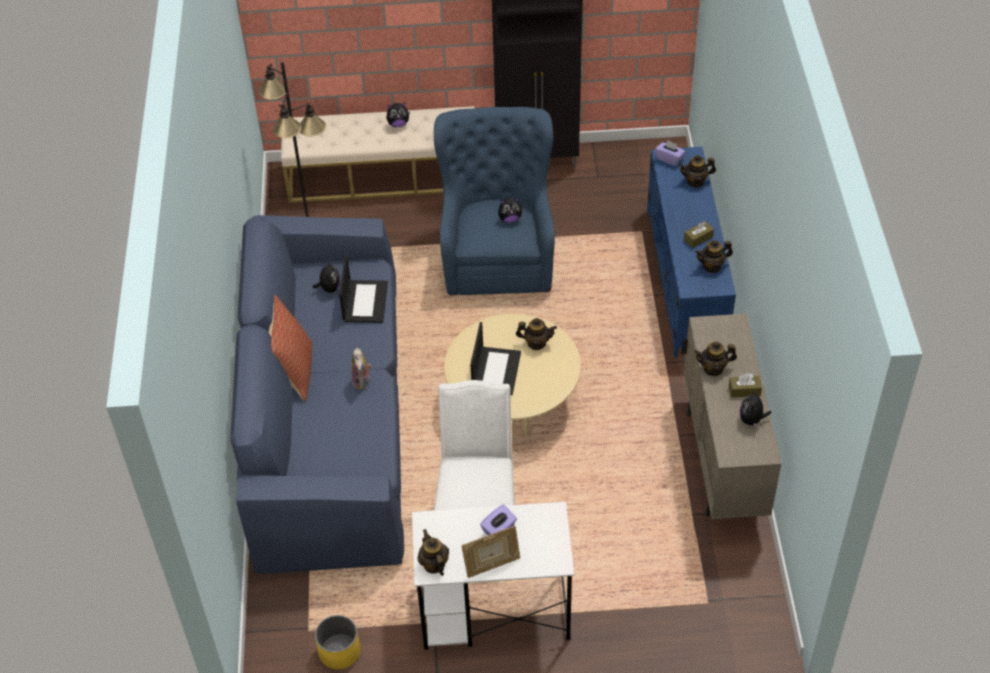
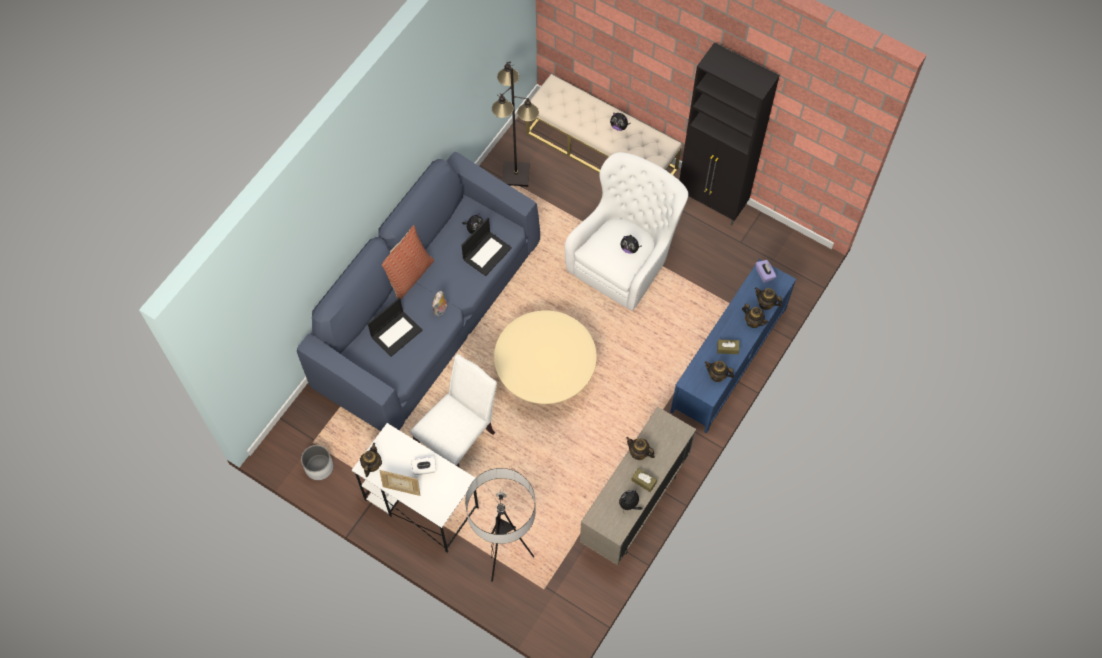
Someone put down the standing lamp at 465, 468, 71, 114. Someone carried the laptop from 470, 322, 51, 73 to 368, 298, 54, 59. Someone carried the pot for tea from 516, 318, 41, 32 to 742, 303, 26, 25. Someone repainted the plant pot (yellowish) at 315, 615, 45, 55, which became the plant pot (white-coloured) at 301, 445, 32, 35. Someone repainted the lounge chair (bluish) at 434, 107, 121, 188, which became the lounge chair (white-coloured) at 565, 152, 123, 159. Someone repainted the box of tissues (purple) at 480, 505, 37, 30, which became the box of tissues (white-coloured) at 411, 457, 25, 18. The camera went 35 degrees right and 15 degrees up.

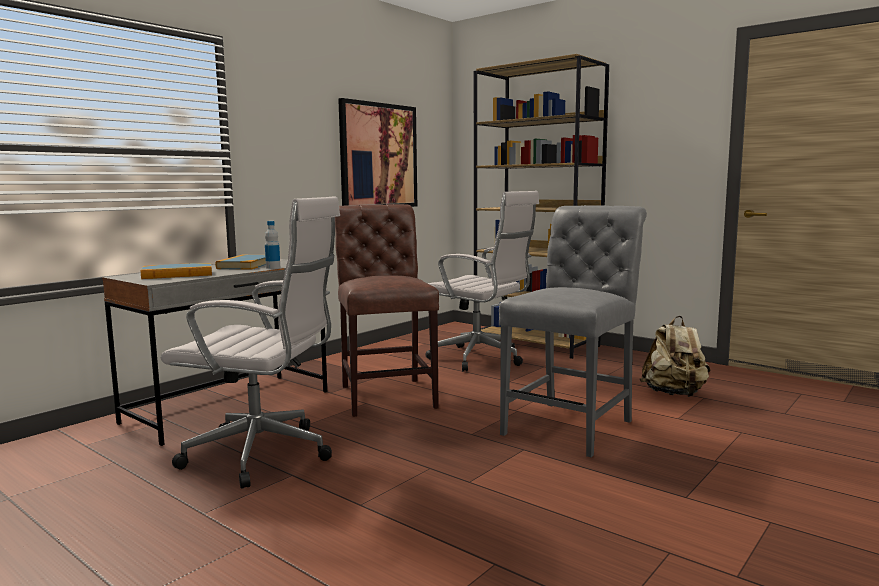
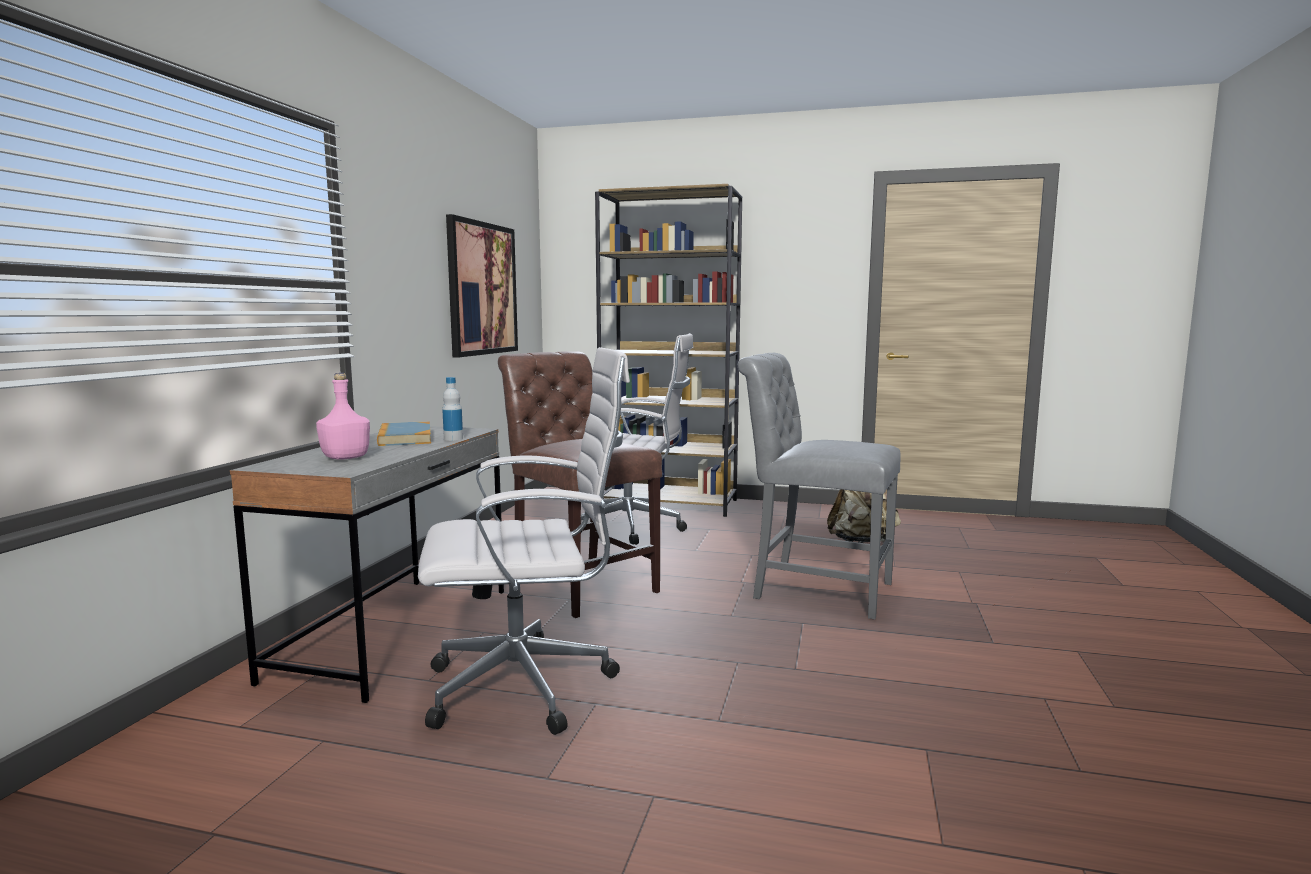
Someone swapped the book at 140, 263, 72, 16 for the drink bottle (pink) at 316, 373, 54, 87. Someone rotated the chair (grey) at 499, 205, 148, 252 by 75 degrees counterclockwise. The camera went 25 degrees left and 0 degrees up.

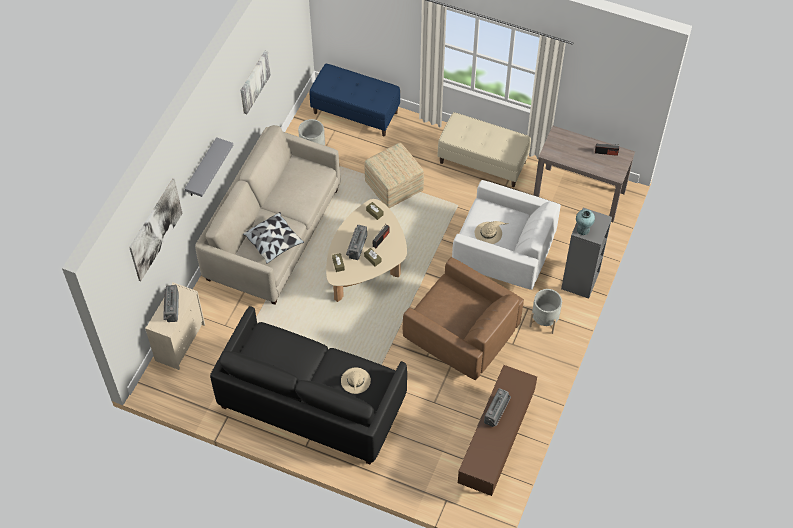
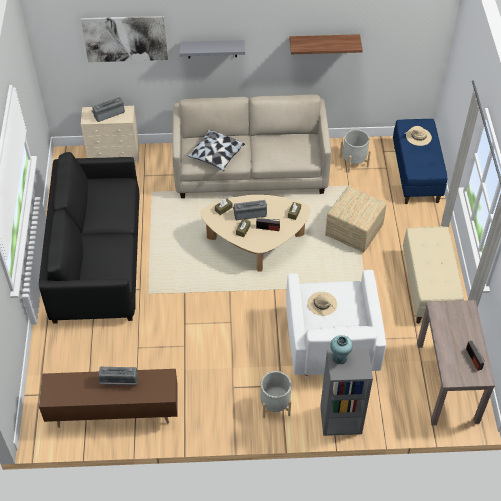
Someone took away the lounge chair (brownish) at 403, 257, 121, 123. Someone carried the hat (sand-coloured) from 341, 368, 30, 26 to 404, 126, 28, 20. Someone swapped the wall picture at 240, 51, 31, 63 for the wall shelf at 289, 34, 74, 20. The camera went 65 degrees right and 5 degrees down.

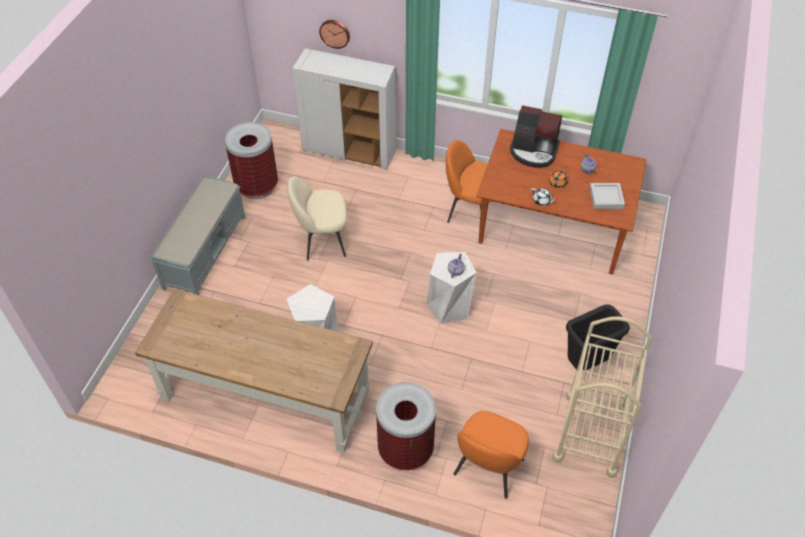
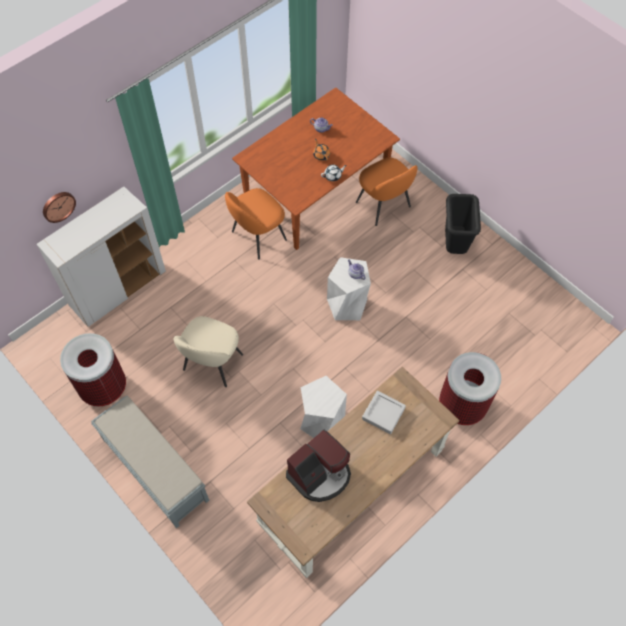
Someone took away the trolley (sand-coloured) at 552, 316, 100, 162. Someone carried the chair (orange-coloured) from 453, 411, 76, 88 to 356, 157, 61, 69. Someone carried the coffee maker from 510, 105, 52, 63 to 286, 430, 65, 72. Someone carried the serving tray (grey) from 590, 183, 35, 26 to 362, 391, 44, 43. The camera went 60 degrees left and 10 degrees up.

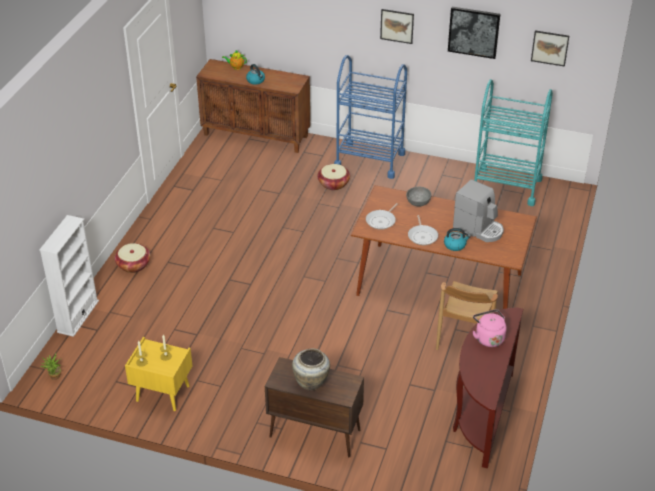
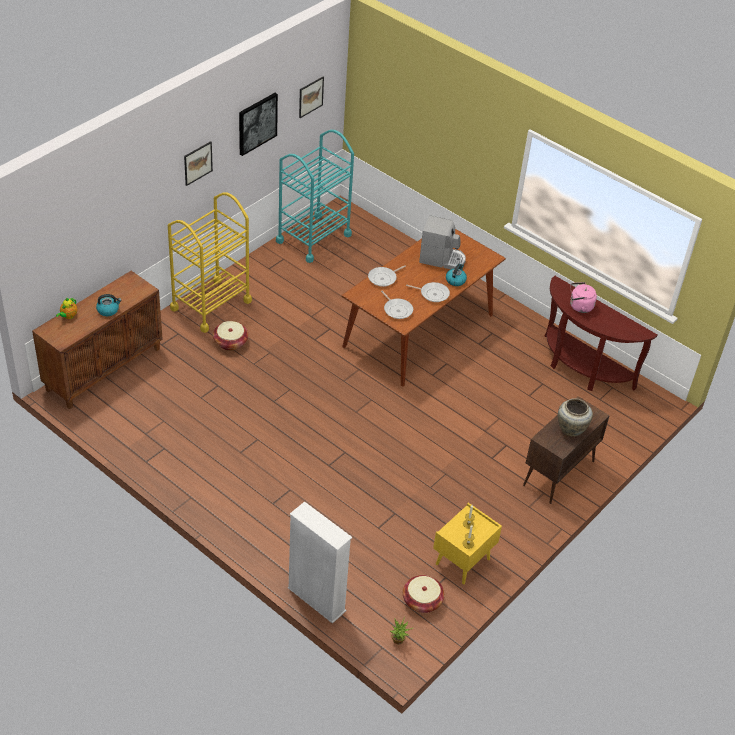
Someone took away the chair (brownish) at 436, 281, 62, 69. Someone carried the basket from 114, 243, 37, 30 to 403, 575, 42, 38. Someone swapped the deep dish (grey) at 406, 187, 25, 20 for the skillet at 368, 265, 38, 22. Someone repainted the trolley (bluish) at 334, 55, 73, 124, which became the trolley (yellowish) at 168, 192, 84, 141. Someone rotated the coffee maker at 453, 179, 51, 63 by 45 degrees clockwise. The camera went 70 degrees left and 5 degrees up.

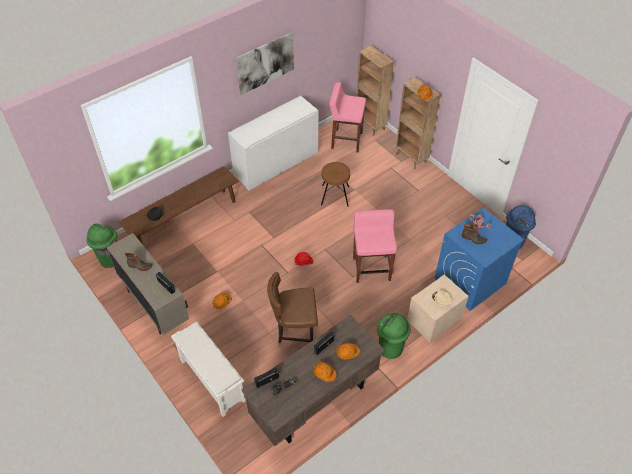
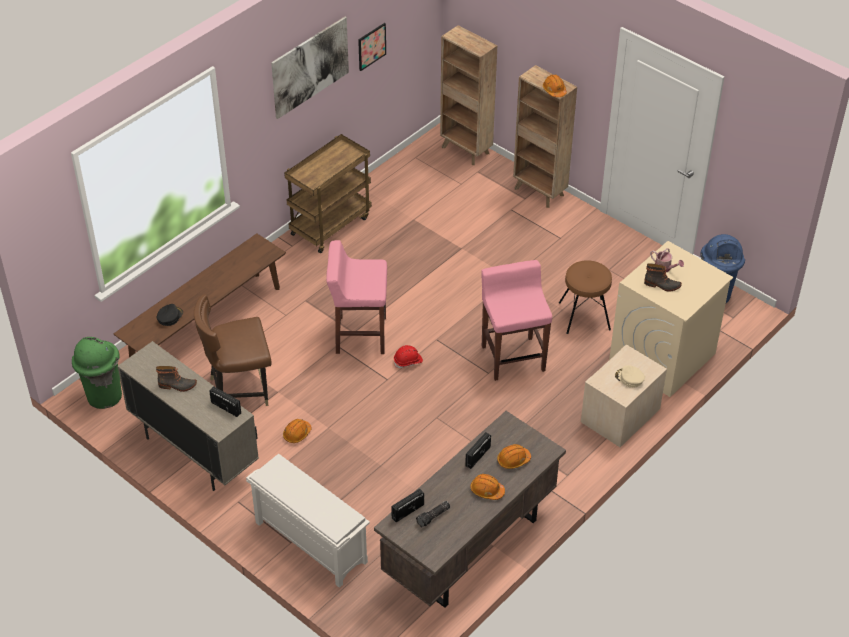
Someone took away the waste bin (green-coloured) at 377, 313, 34, 46. Someone put up the wall picture at 358, 23, 28, 48. Someone carried the chair (brownish) from 267, 272, 51, 75 to 194, 294, 78, 112. Someone carried the stool seat (brownish) from 321, 162, 29, 45 to 559, 260, 53, 74. Someone carried the stool seat (pink) from 329, 82, 37, 70 to 326, 240, 61, 114. Someone swapped the cupboard (white-coloured) at 228, 96, 90, 95 for the trolley (brownish) at 284, 134, 88, 119. Someone repainted the laundry appliance (bluish) at 435, 207, 89, 104, which became the laundry appliance (sand-coloured) at 609, 241, 124, 156. The camera went 10 degrees left and 5 degrees down.

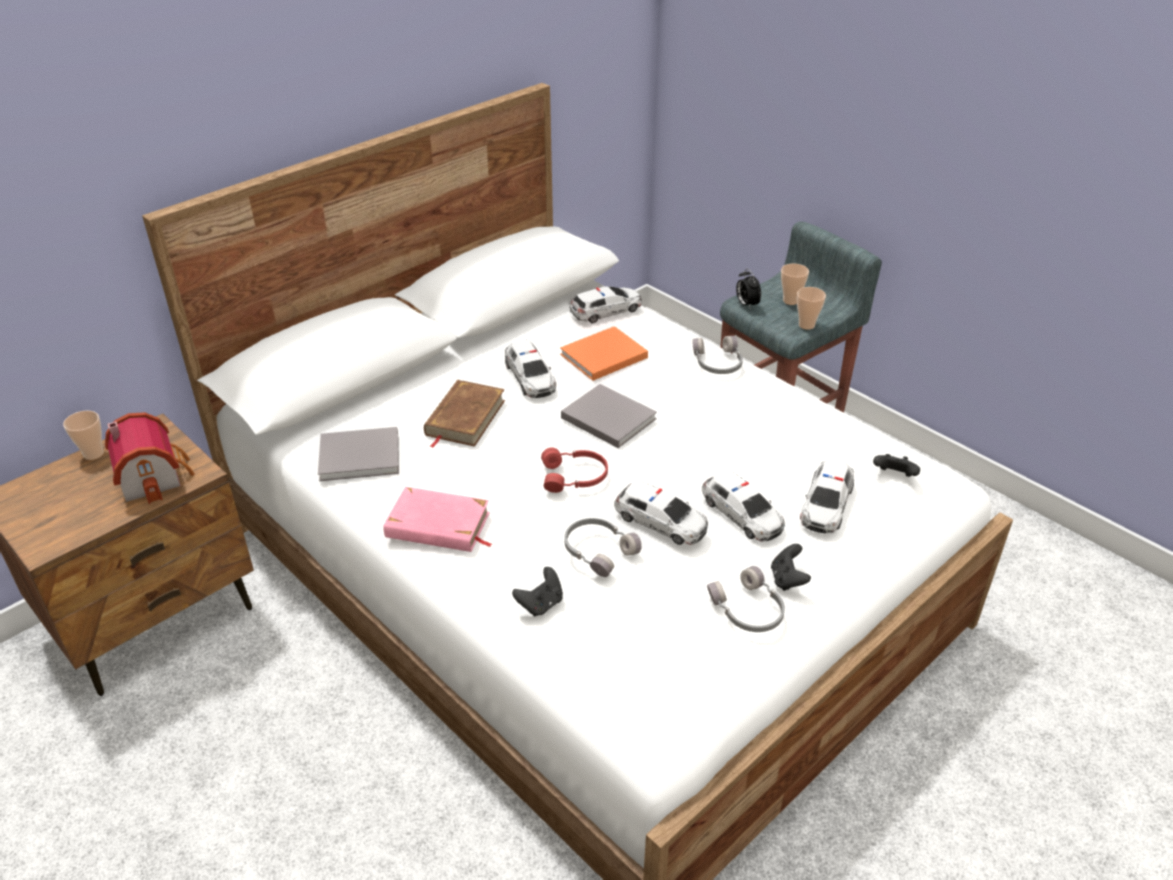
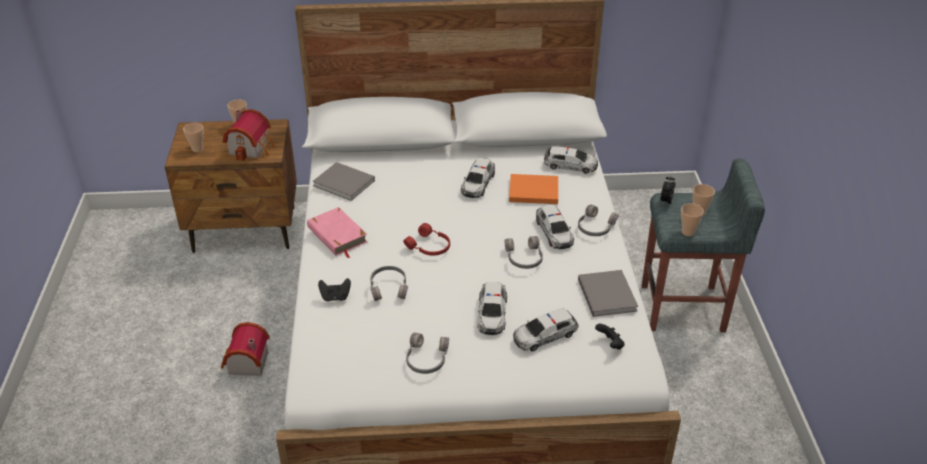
Someone took away the book (brownish) at 424, 380, 81, 68. Someone took away the joypad (black-coloured) at 771, 544, 40, 47. Someone put down the drinking cup at 183, 123, 21, 29. Someone put down the toy house at 221, 322, 49, 54. Someone put down the headset (grey) at 505, 236, 38, 33. Someone carried the book (grey) from 561, 384, 96, 64 to 578, 270, 60, 47. Someone carried the miniature car from 614, 480, 94, 65 to 536, 205, 38, 44. The camera went 40 degrees right and 0 degrees up.

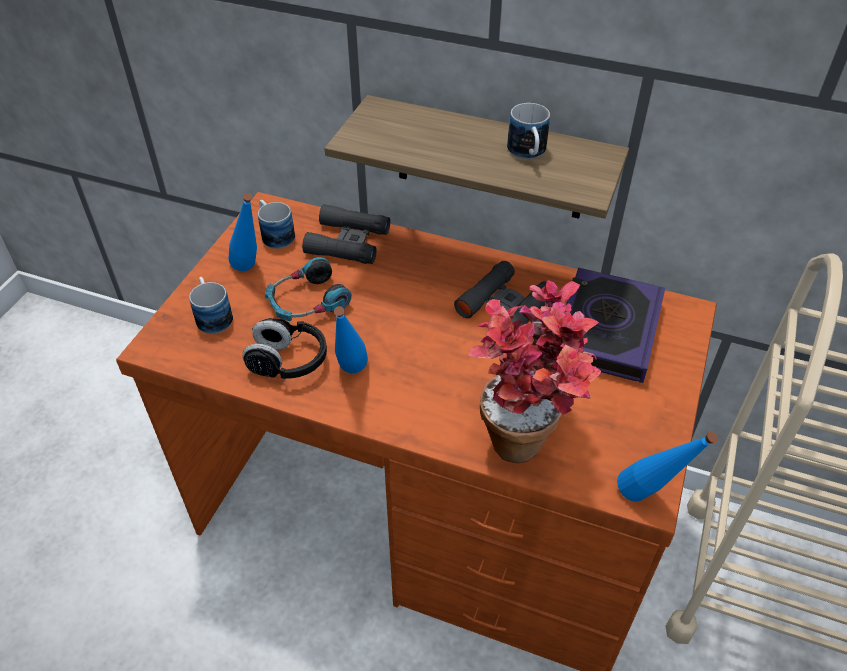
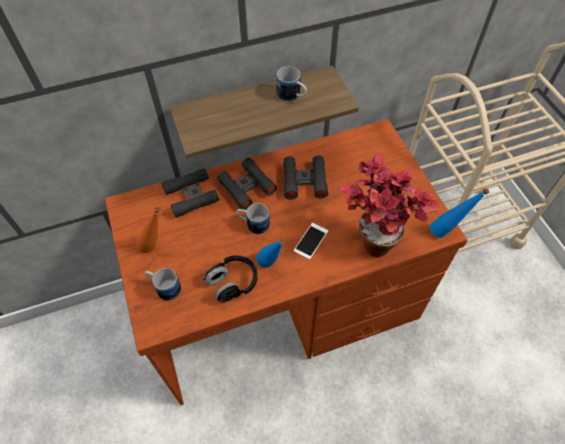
Someone took away the headset at 265, 257, 87, 64. Someone took away the book at 566, 268, 99, 115. Someone put down the pair of binoculars (black-coloured) at 217, 158, 60, 52. Someone put down the telephone at 294, 223, 34, 36. Someone carried the tea mug from 258, 200, 37, 49 to 236, 203, 34, 31. Someone repainted the drink bottle (bluish) at 229, 193, 28, 78, which became the drink bottle (orange-coloured) at 136, 207, 25, 46. The camera went 40 degrees left and 10 degrees up.

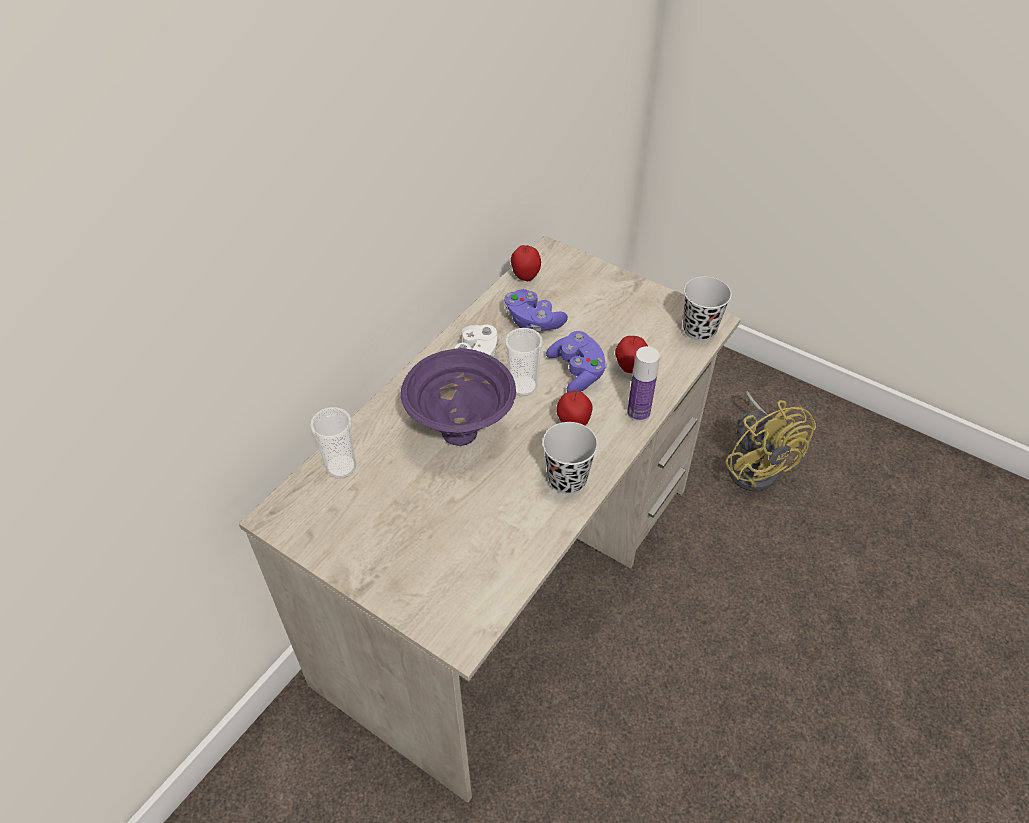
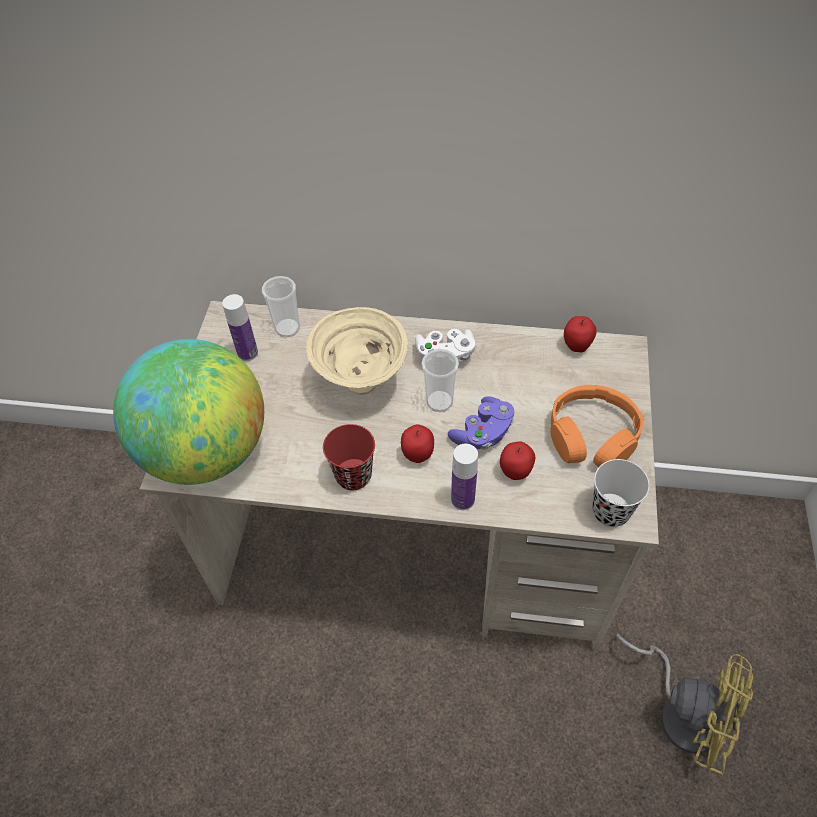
Someone took away the joypad (purple) at 504, 289, 64, 42. Someone put down the world globe at 113, 339, 151, 146. Someone put down the drink bottle at 222, 294, 36, 67. Someone put down the headset (orange-coloured) at 550, 385, 94, 82. Someone repainted the deep dish (purple) at 401, 349, 115, 97, which became the deep dish (sand-coloured) at 306, 307, 102, 88. Someone repainted the drinking cup (black-coloured) at 543, 422, 55, 72, which became the drinking cup (reddish) at 323, 424, 52, 66. Someone rotated the cooling fan (yellowish) at 725, 391, 91, 100 by 105 degrees counterclockwise. The camera went 65 degrees right and 5 degrees up.

